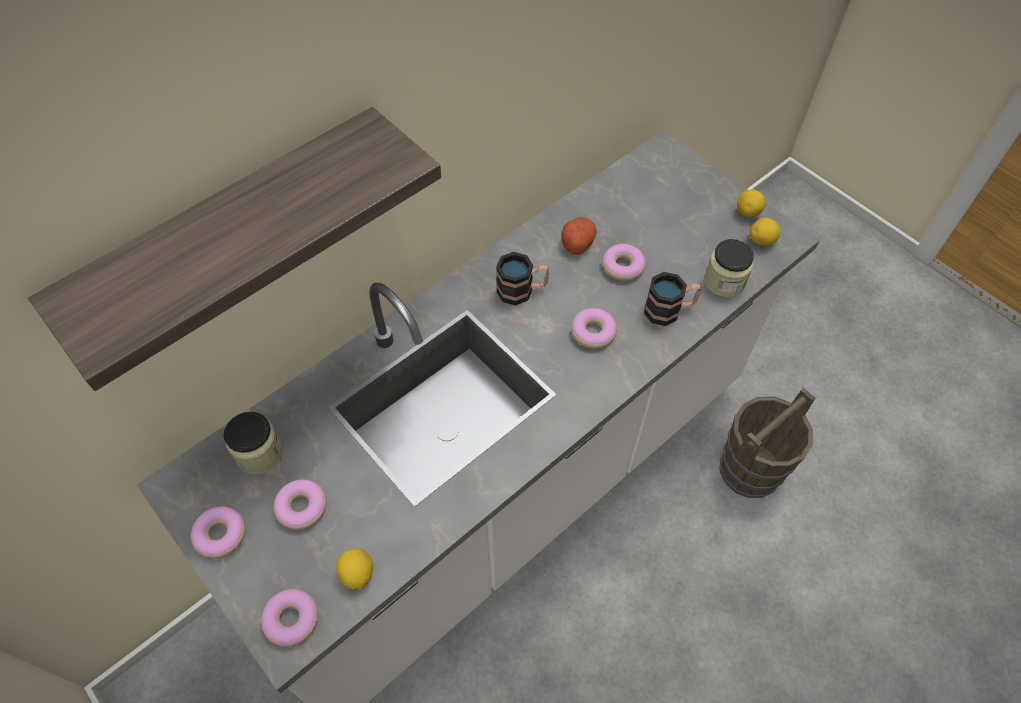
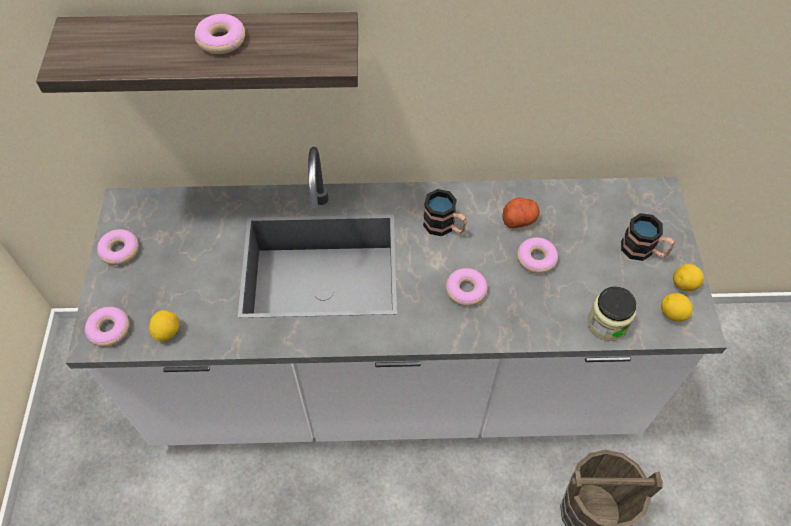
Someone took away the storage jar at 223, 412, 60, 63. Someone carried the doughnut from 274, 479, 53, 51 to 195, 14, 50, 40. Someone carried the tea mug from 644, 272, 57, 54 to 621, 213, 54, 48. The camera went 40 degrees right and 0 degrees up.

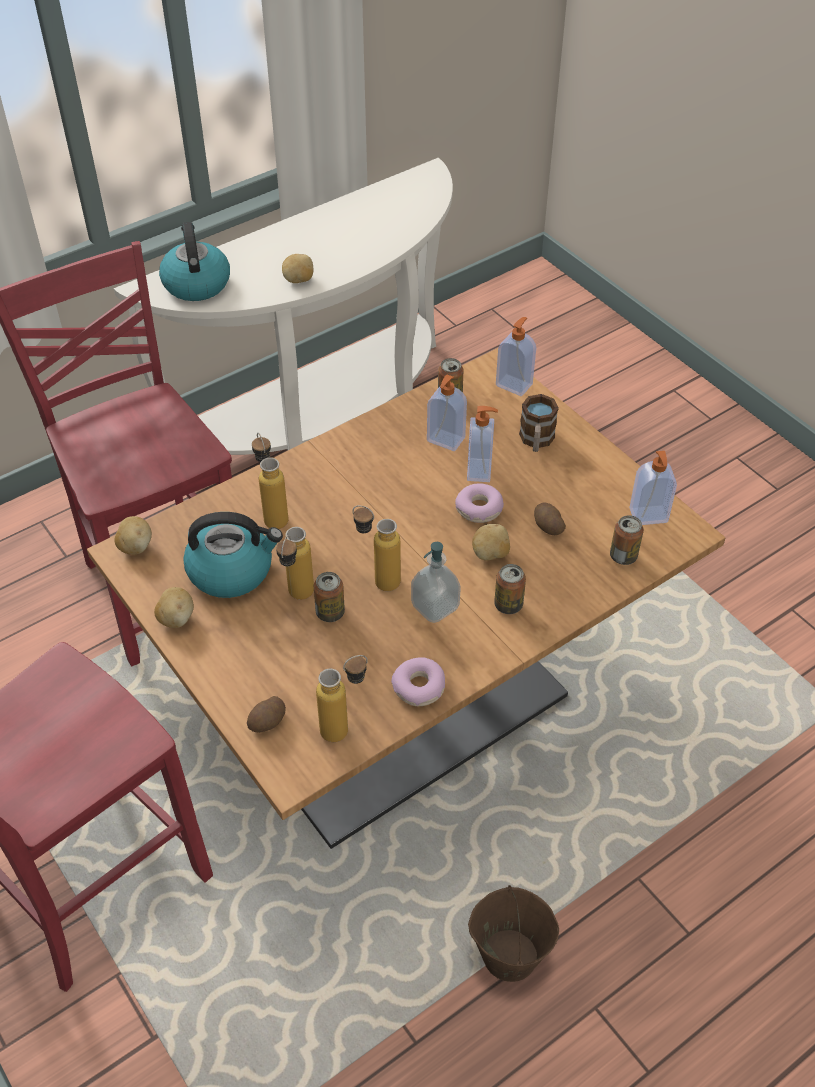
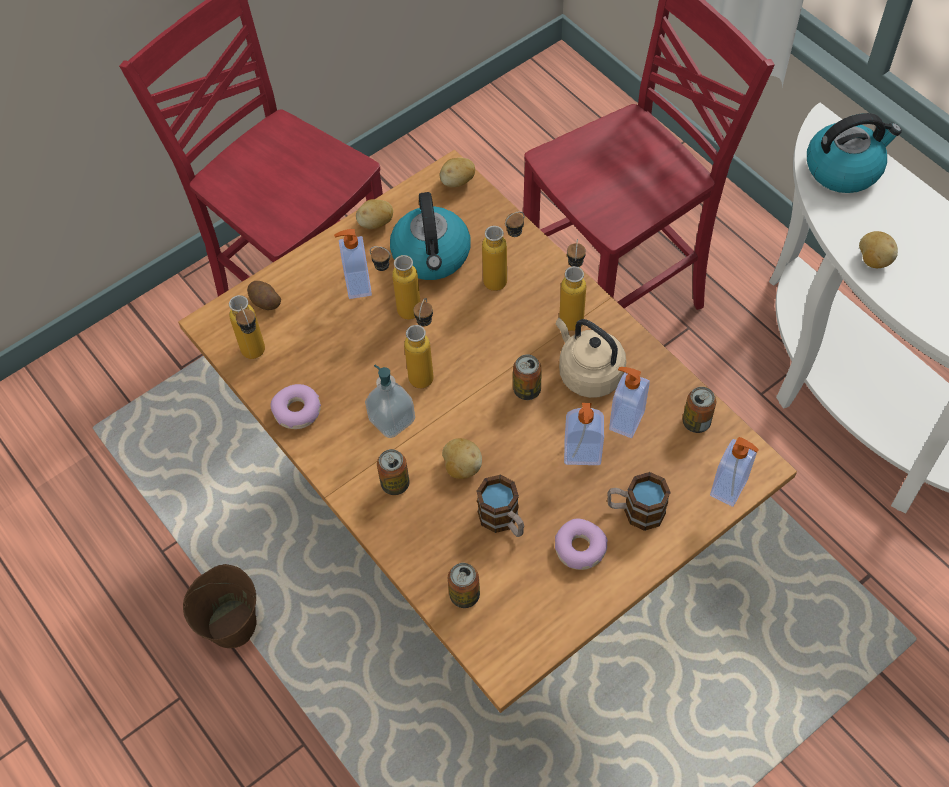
Someone put down the kettle (sand-coloured) at 556, 318, 70, 80. Someone put down the drink bottle at 559, 239, 27, 92. Someone carried the sealed can from 314, 572, 31, 50 to 513, 354, 29, 46. Someone carried the doughnut from 455, 483, 49, 40 to 555, 518, 53, 52. Someone carried the liquid soap bottle from 629, 451, 48, 74 to 334, 229, 38, 70. Someone swapped the whole potato at 534, 502, 32, 33 for the tea mug at 477, 475, 47, 62. The camera went 90 degrees right and 10 degrees up.

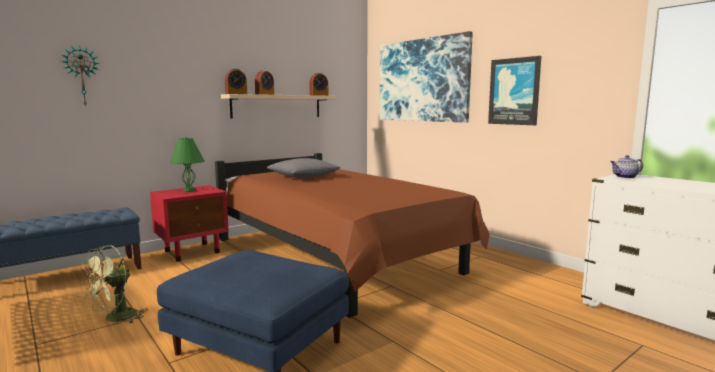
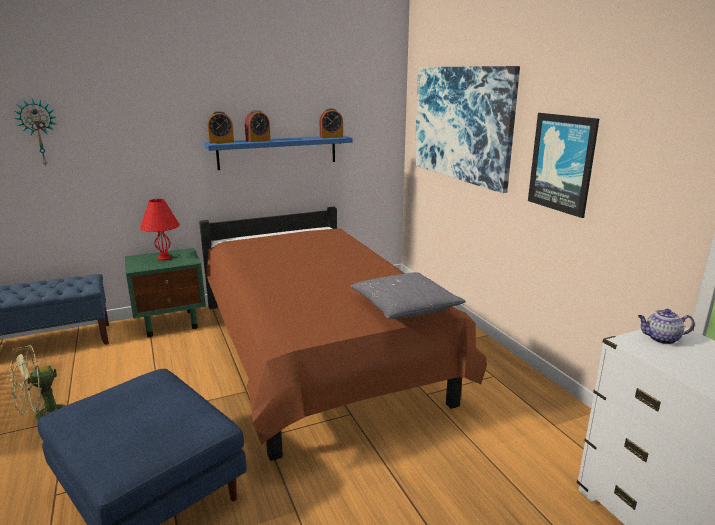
Someone carried the throw pillow (grey) from 266, 158, 75, 20 to 350, 272, 116, 47. Someone repainted the night table (reddish) at 150, 185, 79, 77, which became the night table (green-coloured) at 125, 248, 81, 89. Someone repainted the lamp for a table (green-coloured) at 170, 137, 34, 55, which became the lamp for a table (reddish) at 140, 199, 40, 62. Someone repainted the wall shelf (sand-coloured) at 221, 94, 114, 25, which became the wall shelf (bluish) at 204, 135, 148, 35. The camera went 15 degrees right and 10 degrees up.

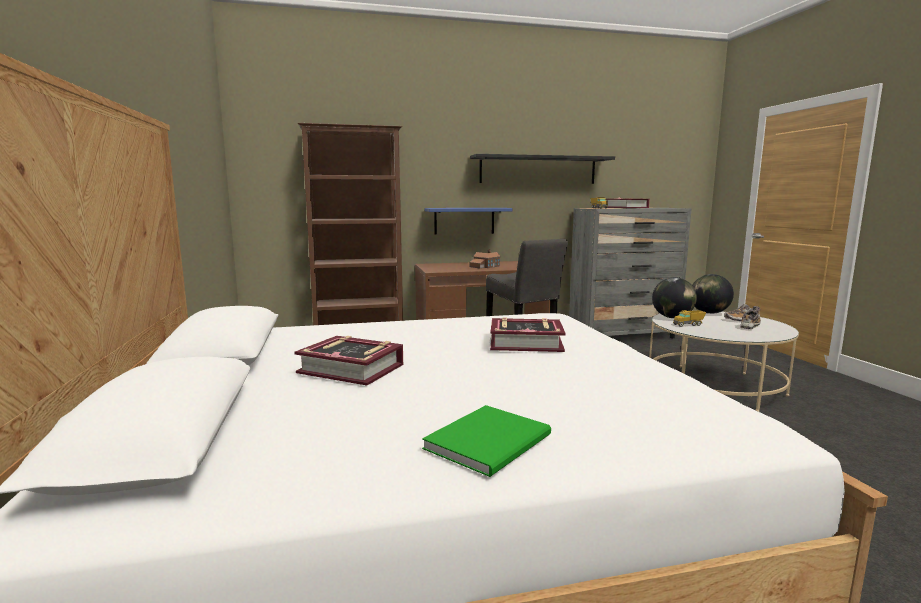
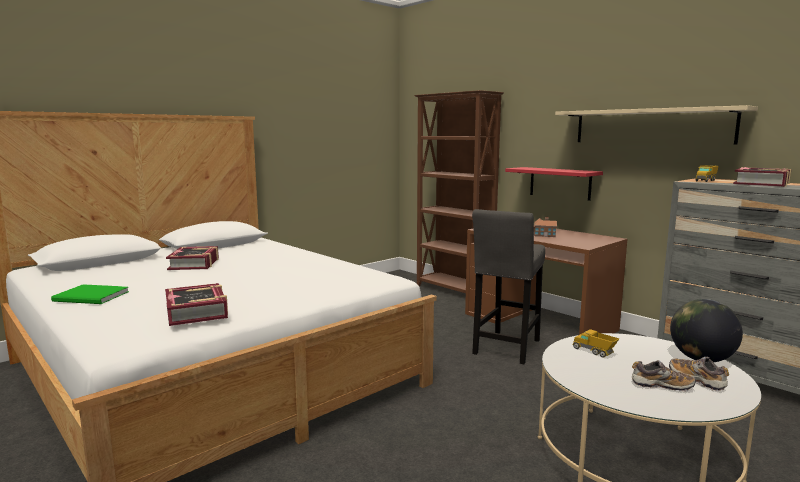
Someone took away the world globe at 652, 277, 45, 41. Someone carried the book from 490, 317, 76, 35 to 165, 283, 63, 43. Someone repainted the wall shelf (bluish) at 424, 208, 88, 27, which became the wall shelf (reddish) at 505, 167, 98, 34. Someone repainted the wall shelf (black-coloured) at 470, 154, 145, 30, which became the wall shelf (sand-coloured) at 555, 105, 203, 39. The camera went 60 degrees right and 0 degrees up.

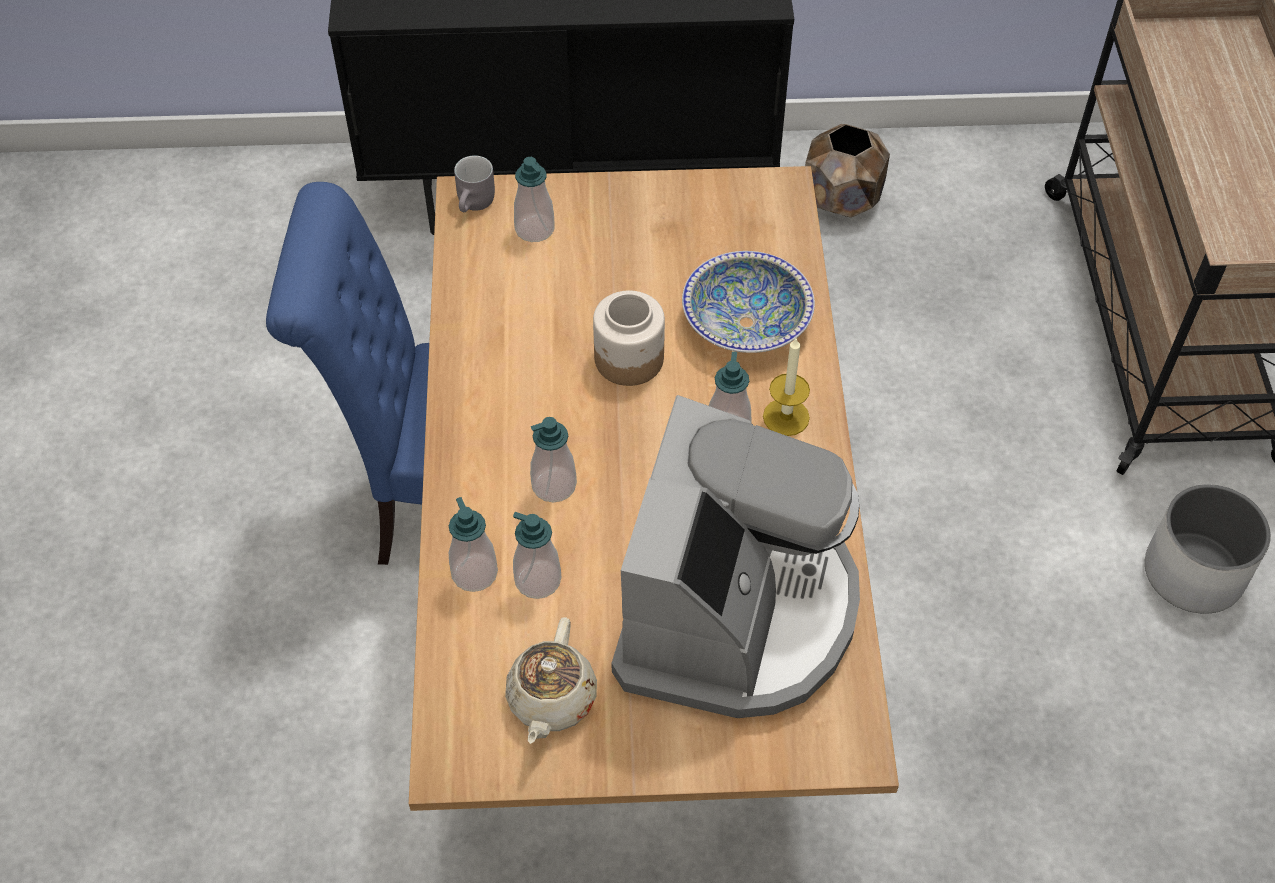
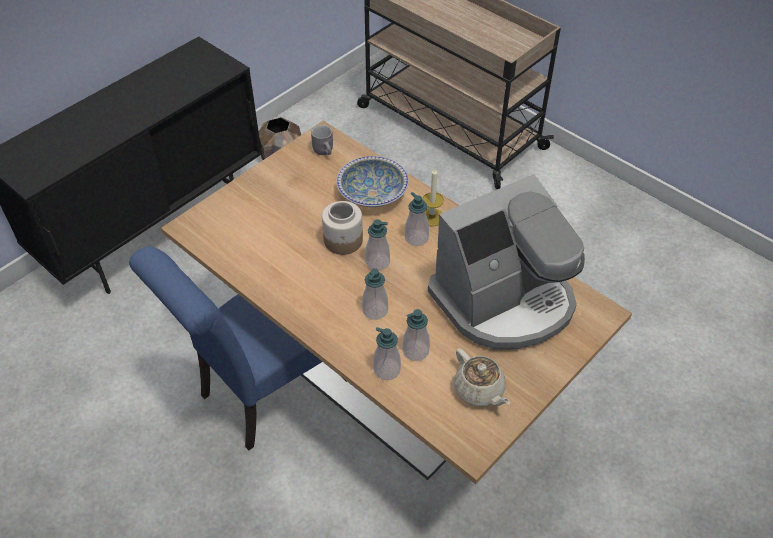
Someone took away the plant pot (white-coloured) at 1145, 484, 126, 130. Someone carried the tea mug (grey) from 454, 155, 41, 57 to 311, 125, 22, 30. Someone carried the liquid soap bottle from 514, 157, 41, 85 to 365, 219, 25, 51. Someone rotated the coffee maker at 611, 395, 249, 323 by 90 degrees clockwise. The camera went 45 degrees left and 5 degrees down.

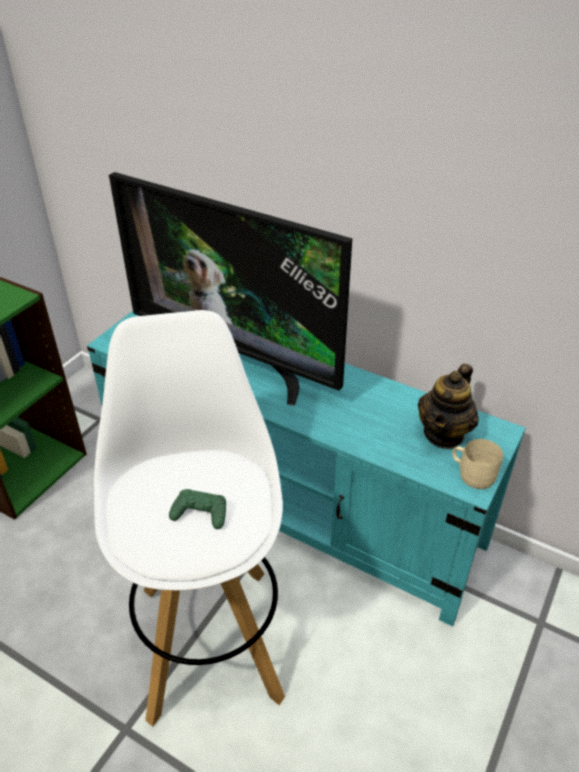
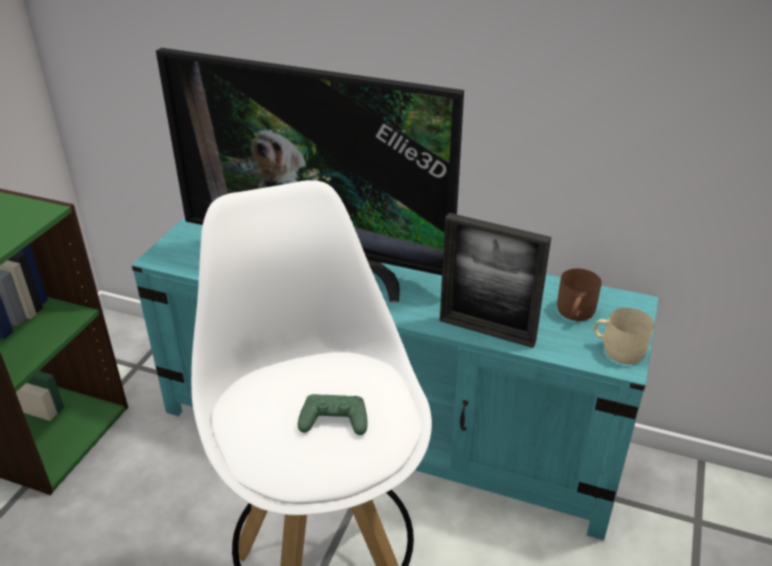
Someone put down the picture frame at 440, 213, 111, 135. Someone swapped the pot for tea at 418, 363, 61, 86 for the tea mug (brownish) at 557, 269, 45, 52. The camera went 10 degrees left and 5 degrees down.

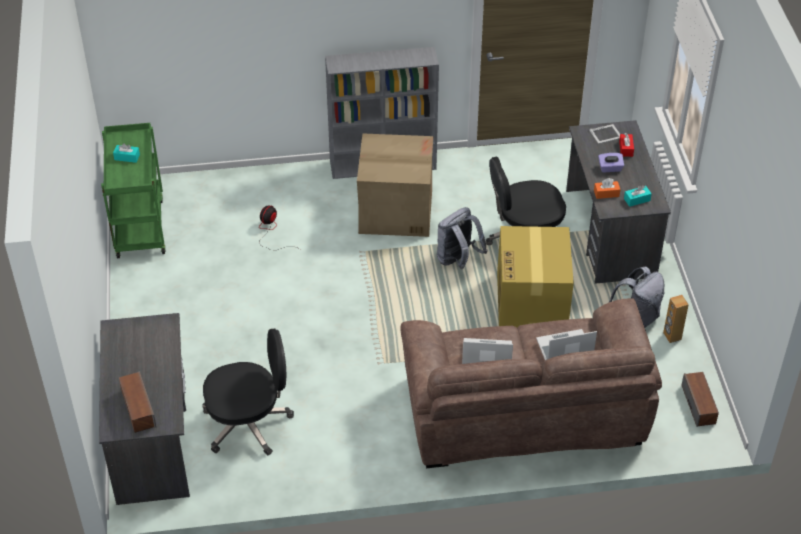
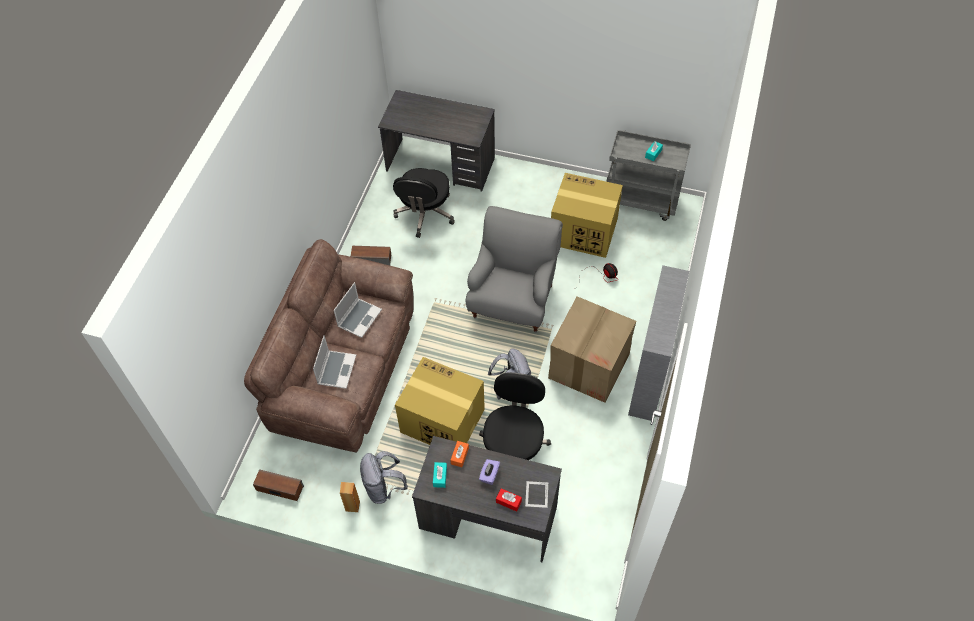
Someone put down the lounge chair (grey) at 466, 206, 97, 127. Someone put down the packing box at 551, 173, 72, 85. Someone carried the loudspeaker from 119, 371, 37, 62 to 350, 246, 41, 20. Someone repainted the trolley (green-coloured) at 101, 123, 65, 135, which became the trolley (grey) at 606, 130, 85, 91. The camera went 115 degrees right and 10 degrees up.

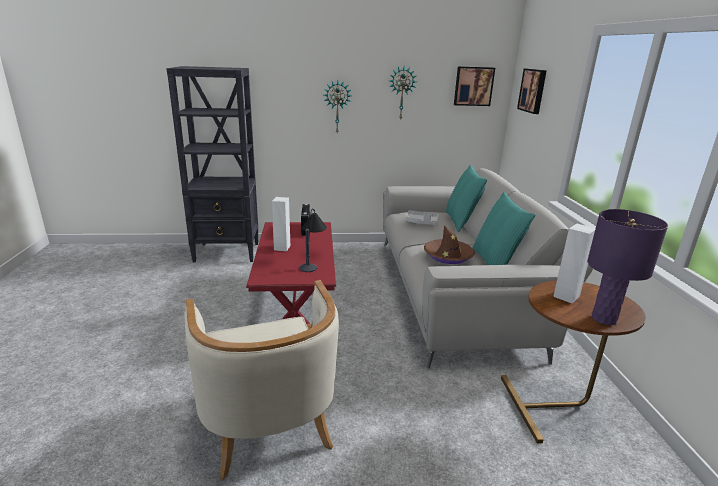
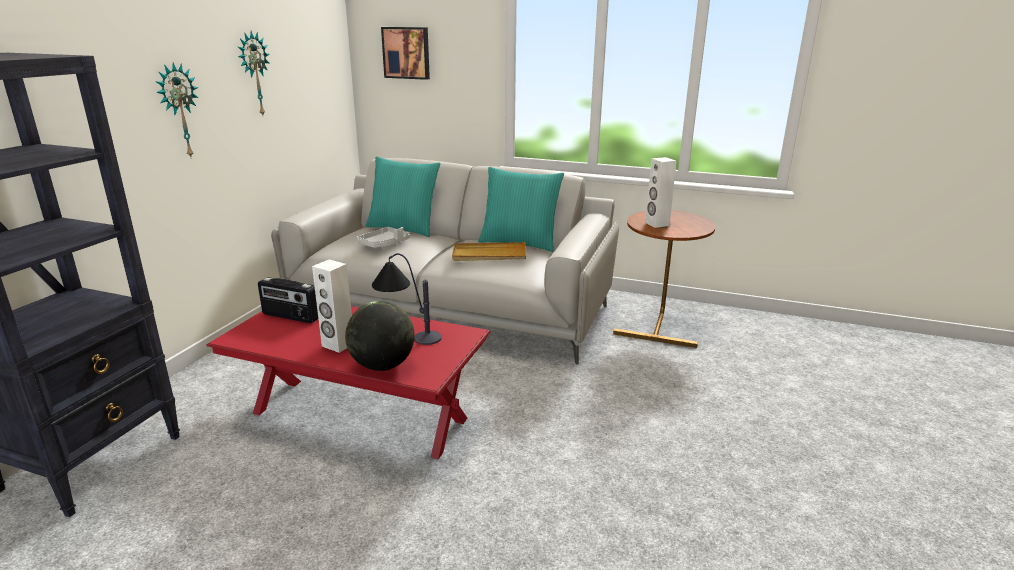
Someone took away the lounge chair (sand-coloured) at 184, 280, 155, 200. Someone took away the wall picture at 454, 66, 41, 40. Someone took away the lamp for a table (purple) at 587, 209, 81, 116. Someone put down the world globe at 345, 301, 69, 70. Someone swapped the hat (brownish) at 424, 226, 51, 38 for the serving tray (sand-coloured) at 452, 242, 74, 19. The camera went 65 degrees left and 0 degrees up.

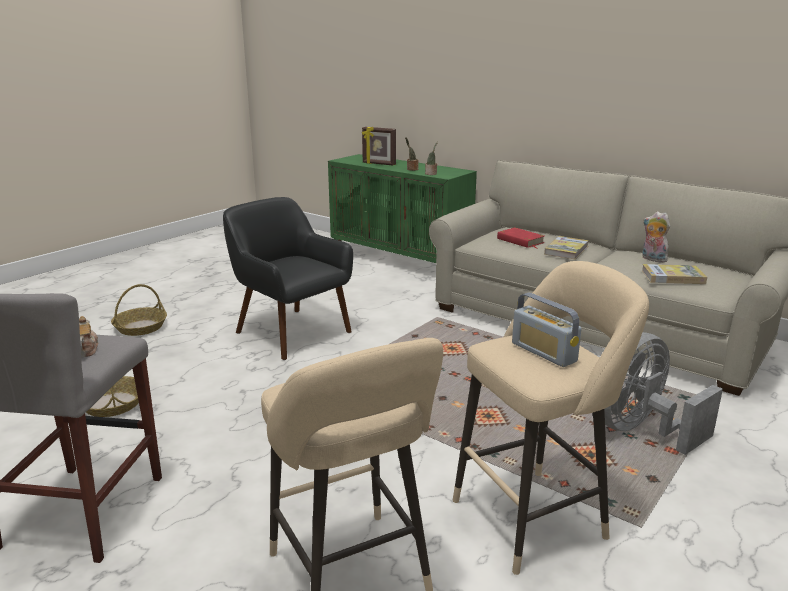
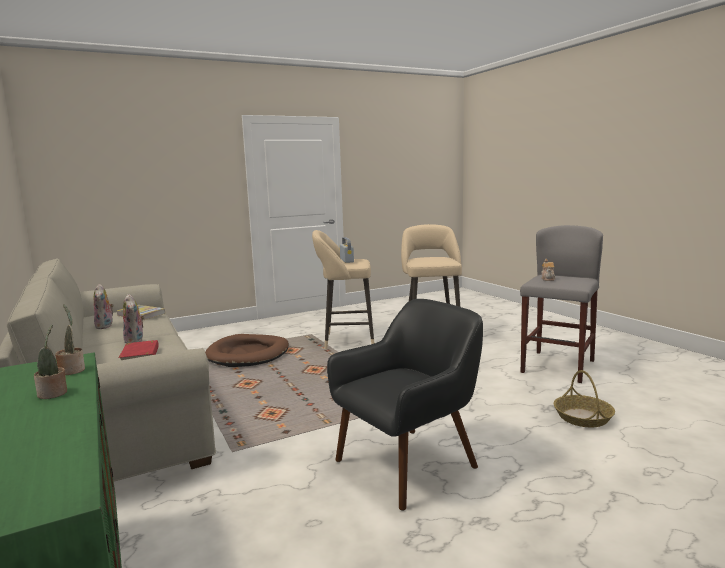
Someone took away the basket at 111, 284, 56, 52. Someone took away the picture frame at 362, 127, 34, 38. Someone swapped the book at 544, 236, 45, 23 for the cuddly toy at 123, 294, 22, 49. Someone swapped the cooling fan (grey) at 605, 332, 118, 123 for the pet bed (brownish) at 205, 334, 84, 33. Someone rotated the lounge chair (black-coloured) at 223, 197, 130, 163 by 105 degrees counterclockwise. The camera went 155 degrees left and 10 degrees down.

